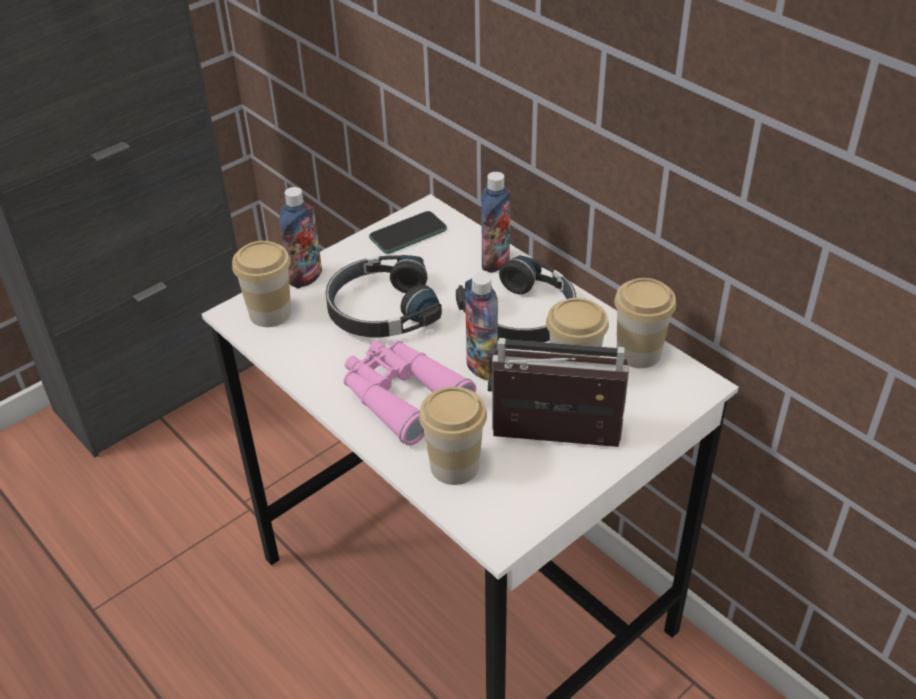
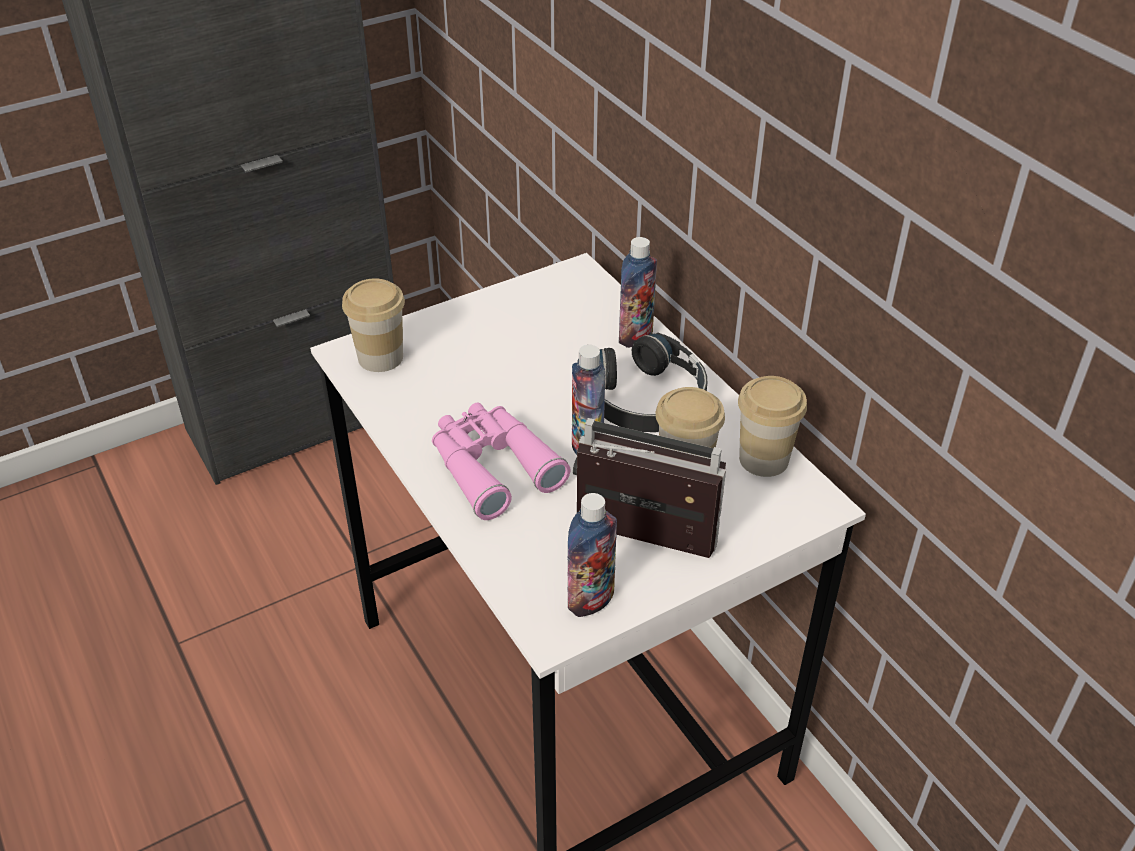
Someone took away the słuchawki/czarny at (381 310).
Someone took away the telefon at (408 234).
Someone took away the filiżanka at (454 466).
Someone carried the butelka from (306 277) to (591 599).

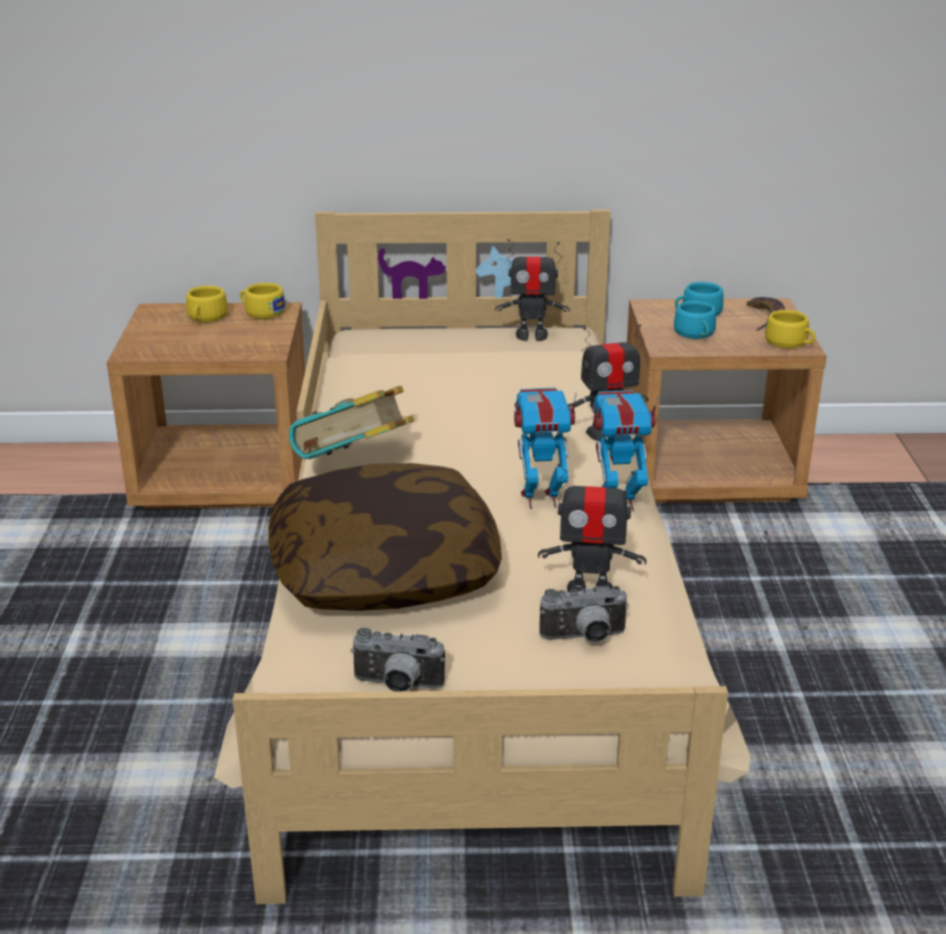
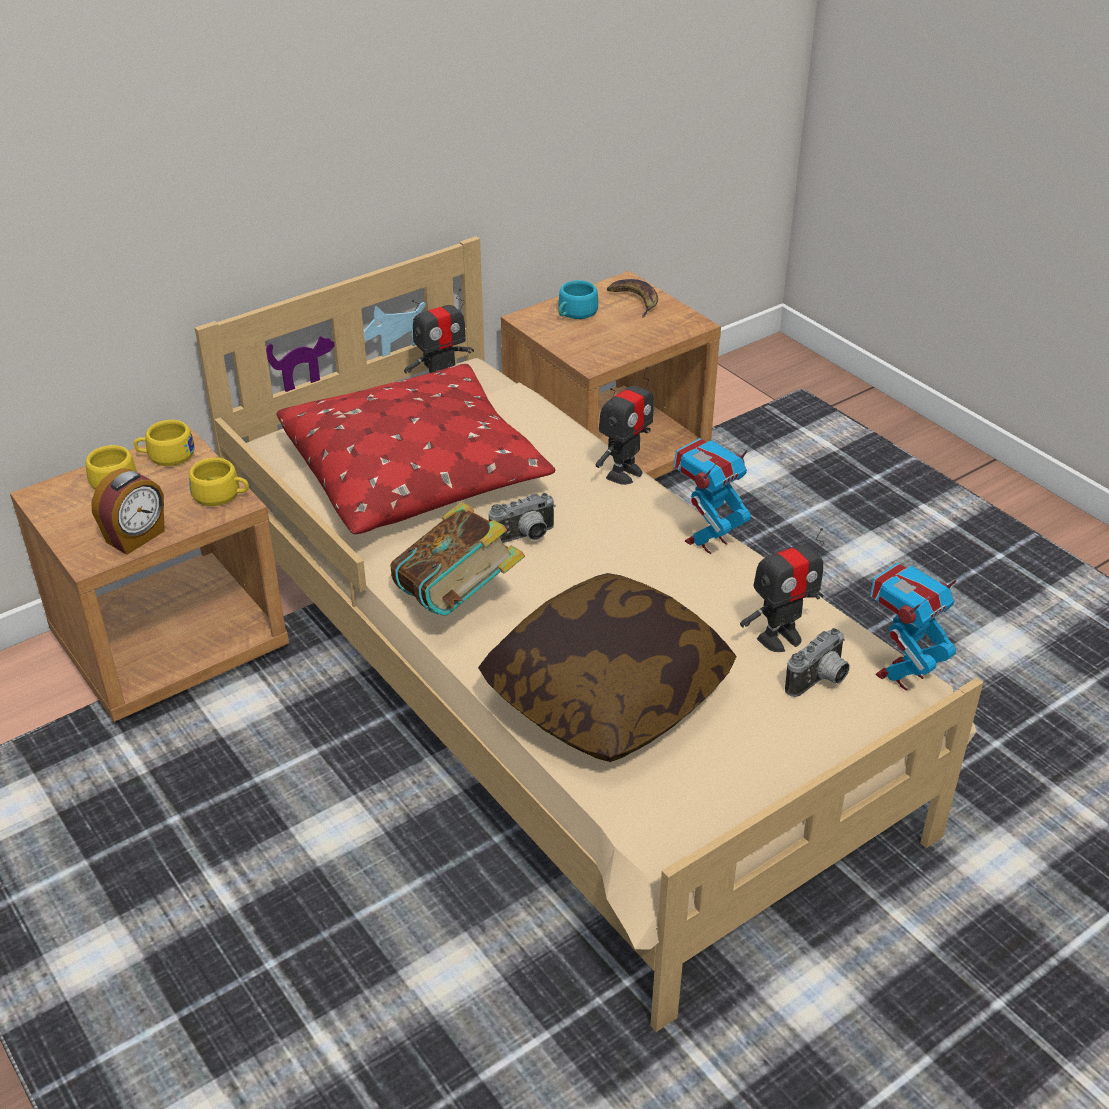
Someone took away the filiżanka/turkusowy at (696 334).
Someone put down the budzik at (136 537).
Someone put down the poduszka/czerwony at (415 471).
Someone carried the aparat fotograficzny from (397 686) to (525 537).
Someone carried the robot zabawkowy from (540 499) to (900 674).
Someone carried the filiżanka/żółty from (790 343) to (222 495).

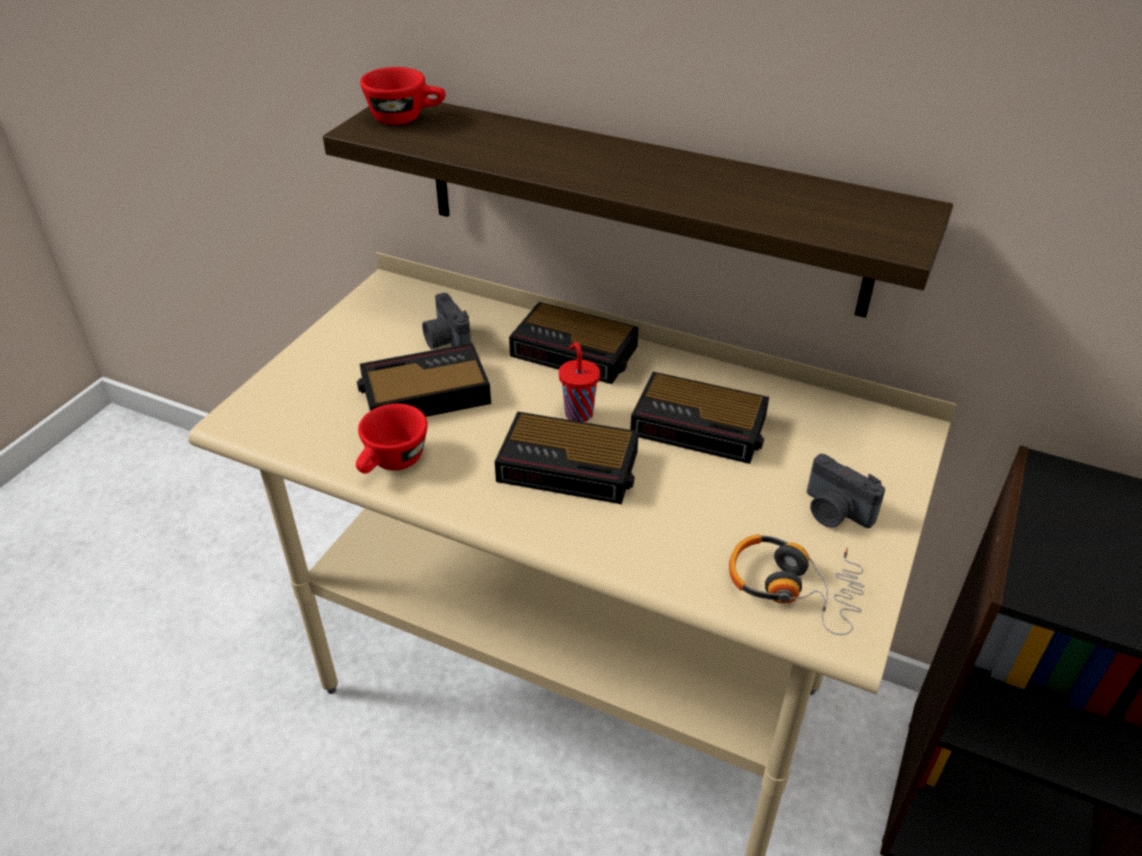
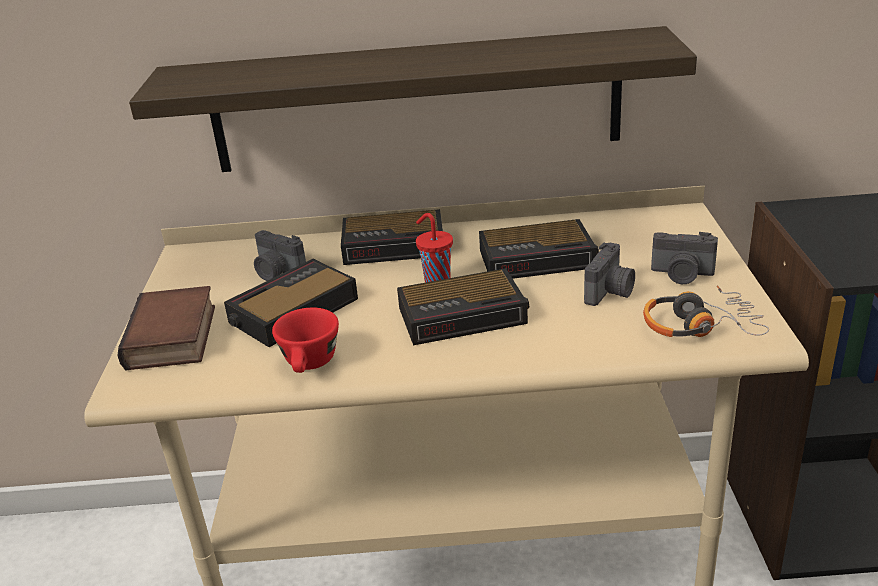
Someone took away the filiżanka/czerwony at (406 118).
Someone put down the książka at (175 338).
Someone put down the aparat fotograficzny at (610 292).

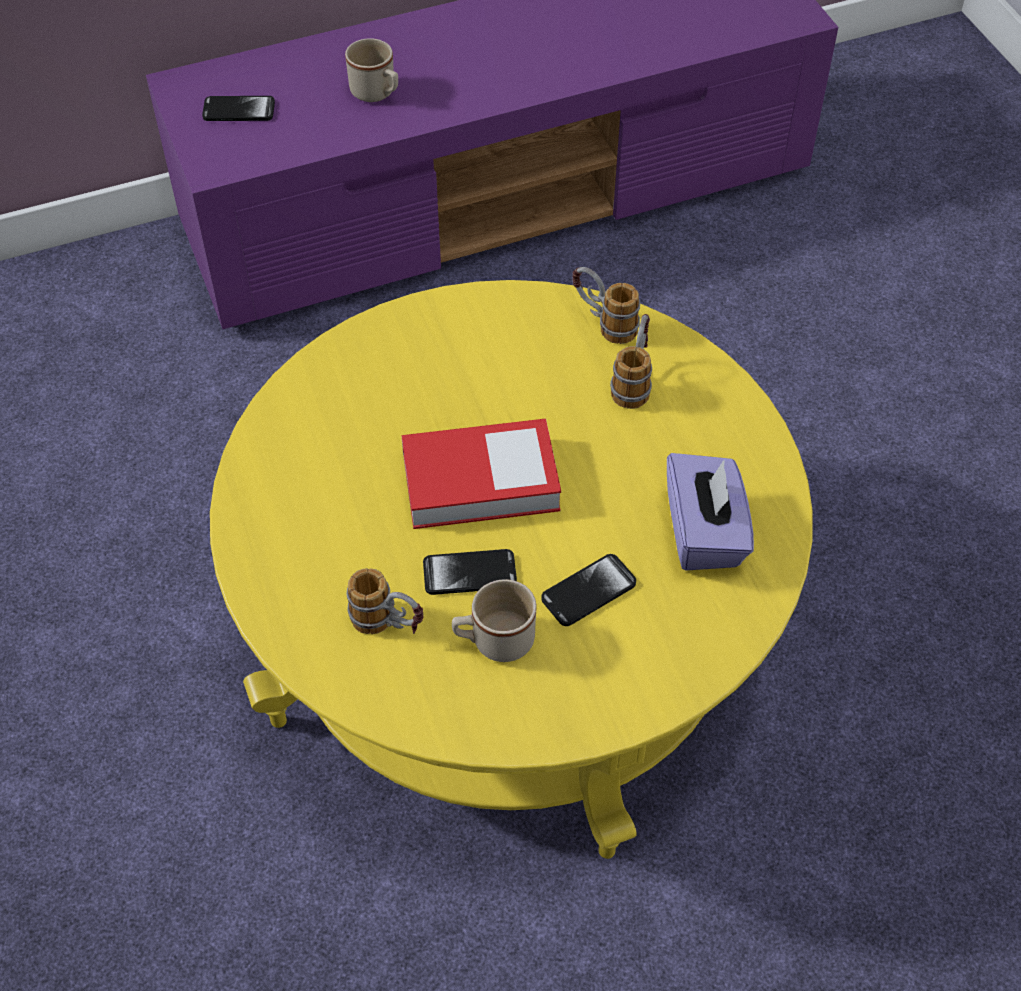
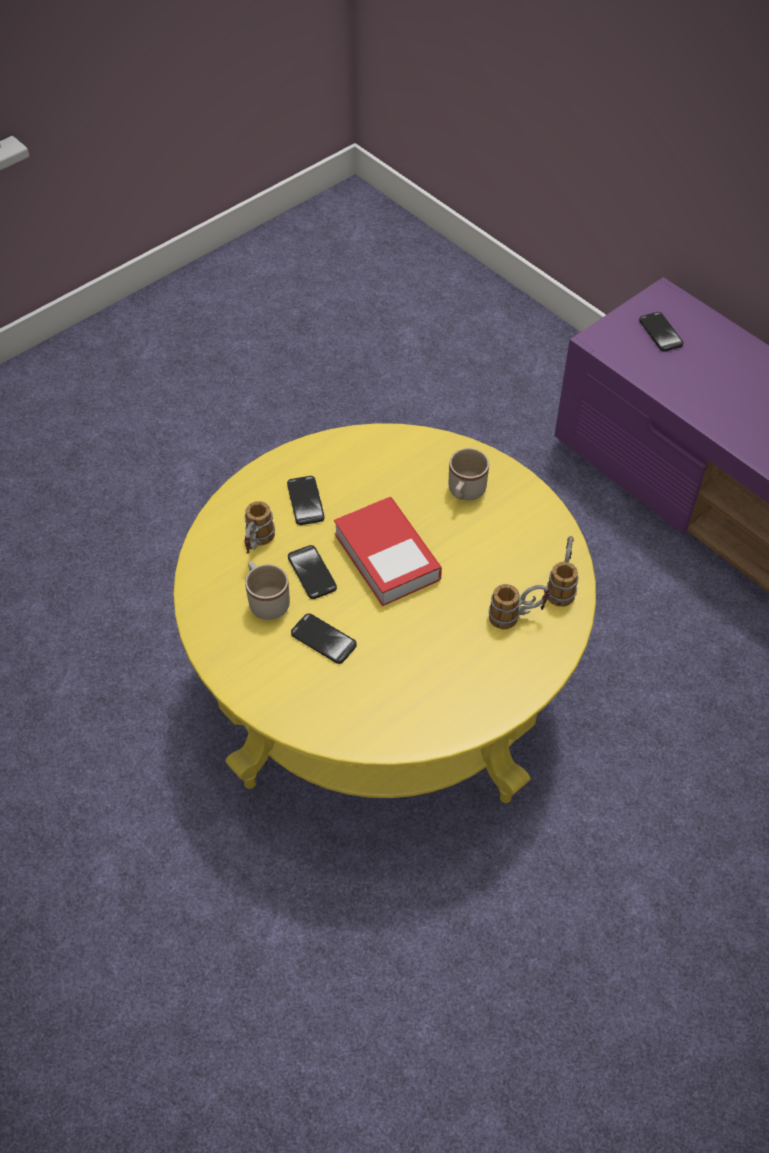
Someone took away the pudełko chusteczek/fioletowy at (704 533).
Someone put down the telefon at (305 501).
Someone carried the kubek/beżowy from (377 93) to (464 493).

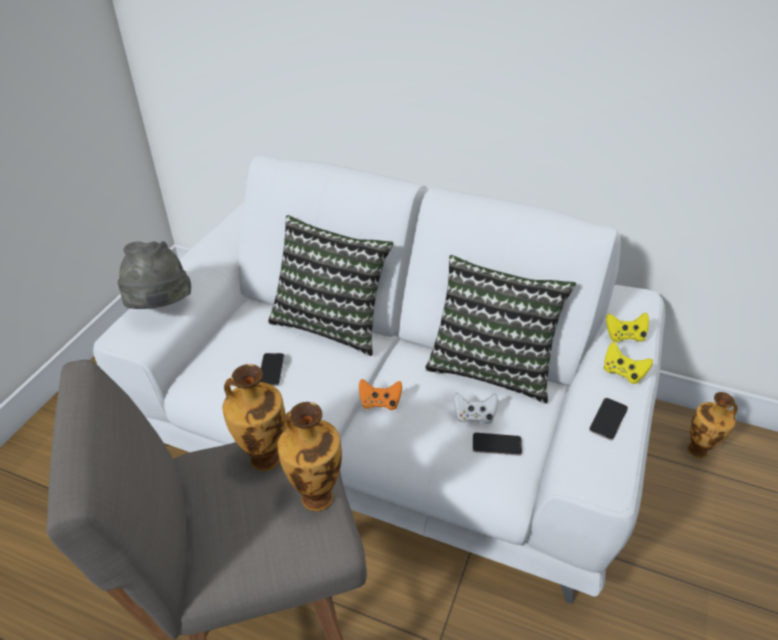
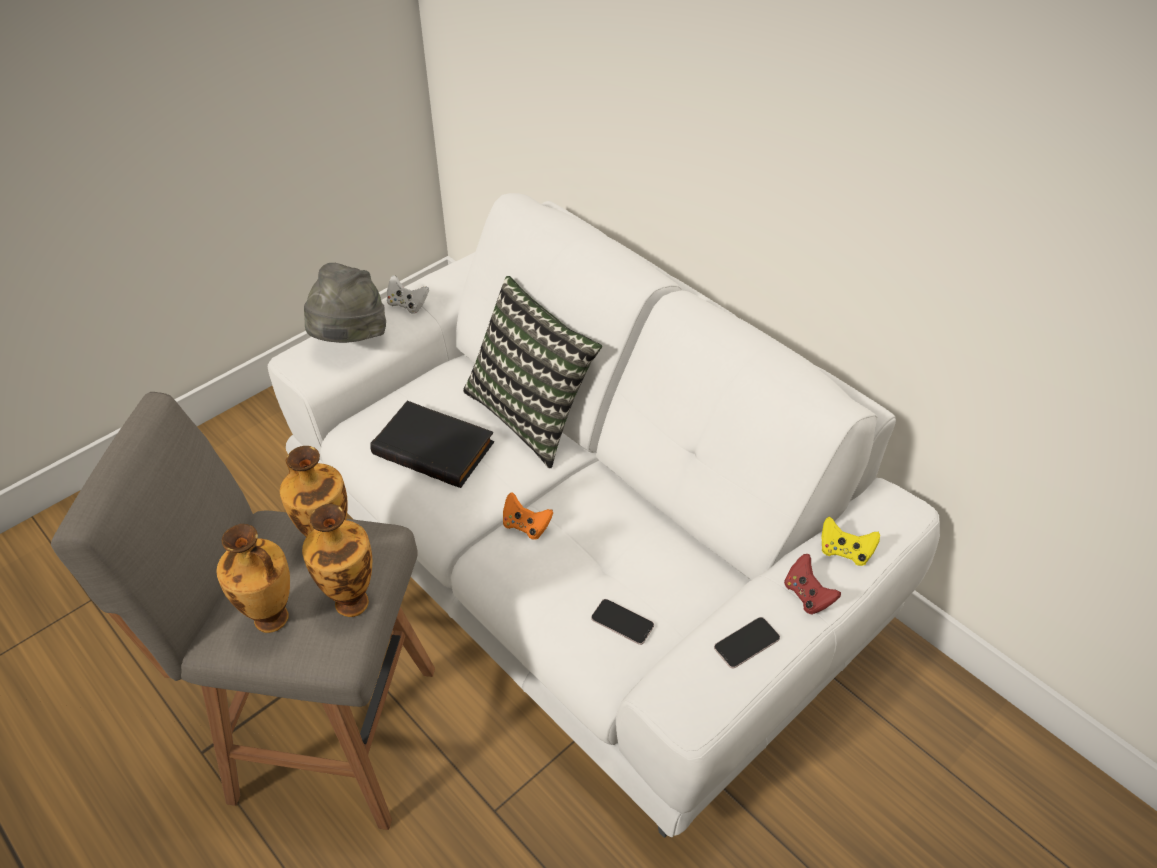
Someone took away the poduszka at (492 366).
Someone carried the pad do gier/biały from (474 416) to (407 305).
Someone carried the wazon from (699 450) to (273 620).
Someone swapped the telefon at (271 370) for the książka/czarny at (435 447).
Someone repainted the pad do gier/żółty at (623 373), which became the pad do gier/czerwony at (807 595).

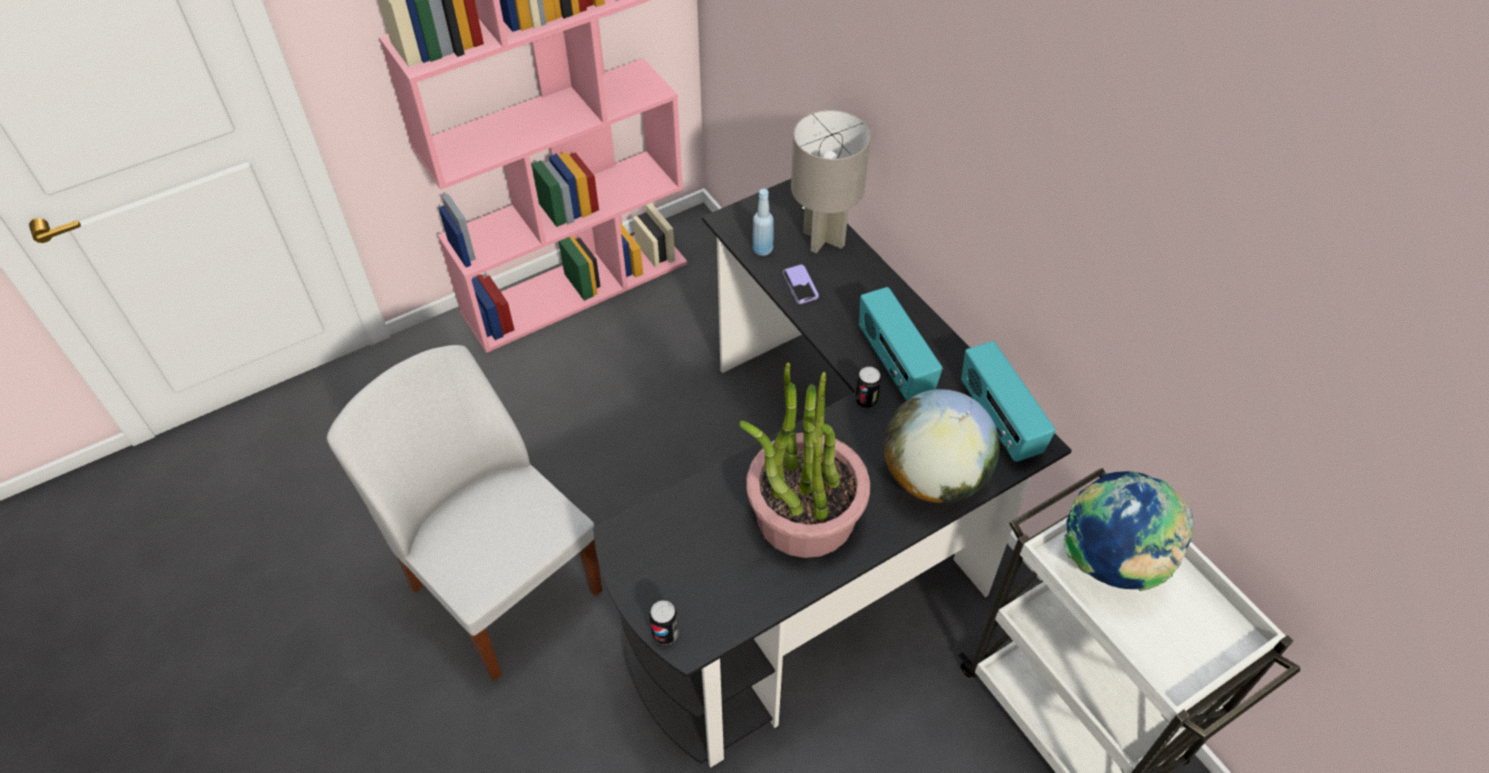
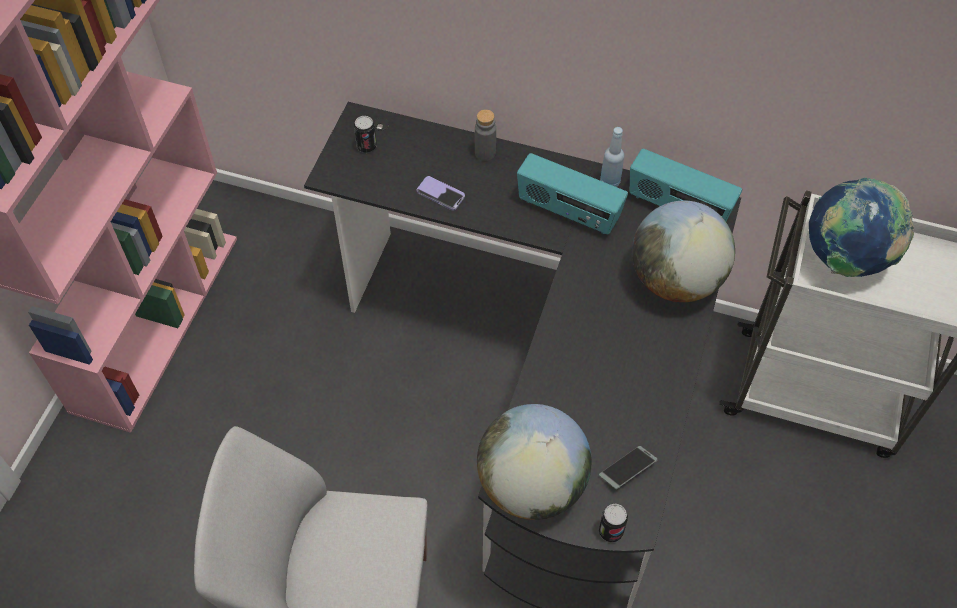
Someone took away the roślina doniczkowa at (804 515).
Someone took away the lampa stołowa/szary at (823 238).
Someone put down the butelka/szary at (485 153).
Someone put down the globus at (532 485).
Someone put down the telefon at (627 470).
Someone carried the butelka/niebieski from (762 249) to (610 182).
Someone carried the puszka from (866 400) to (366 147).

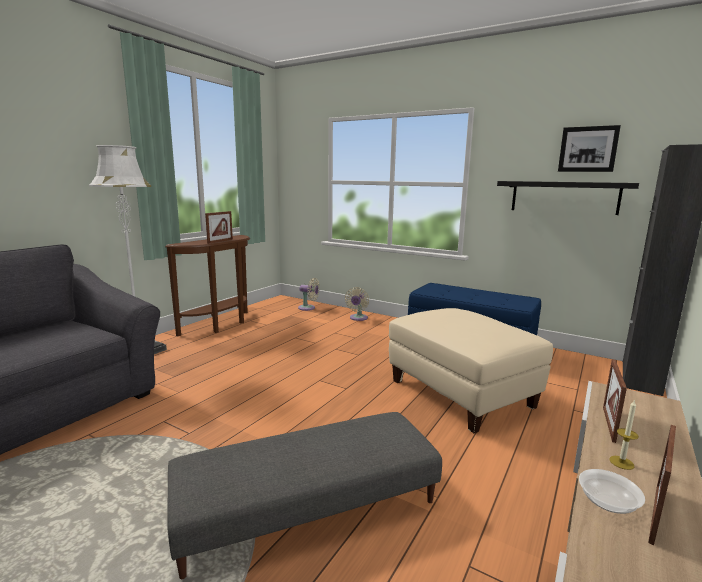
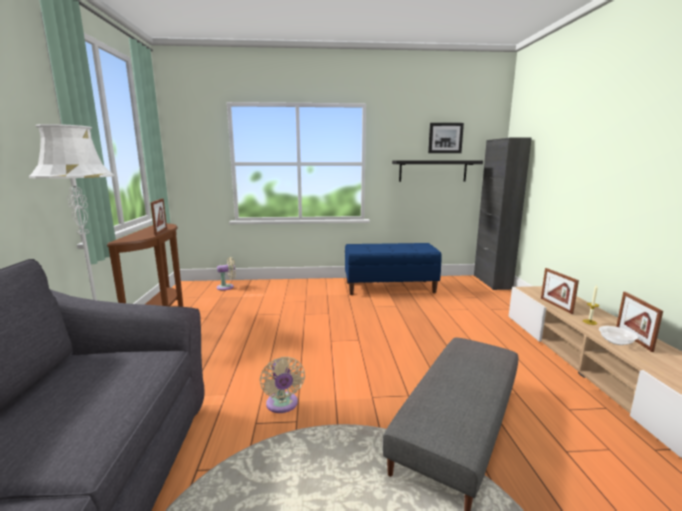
Someone took away the pufa/beżowy at (461 393).
Someone carried the wentylator/beżowy from (358 318) to (282 405).

